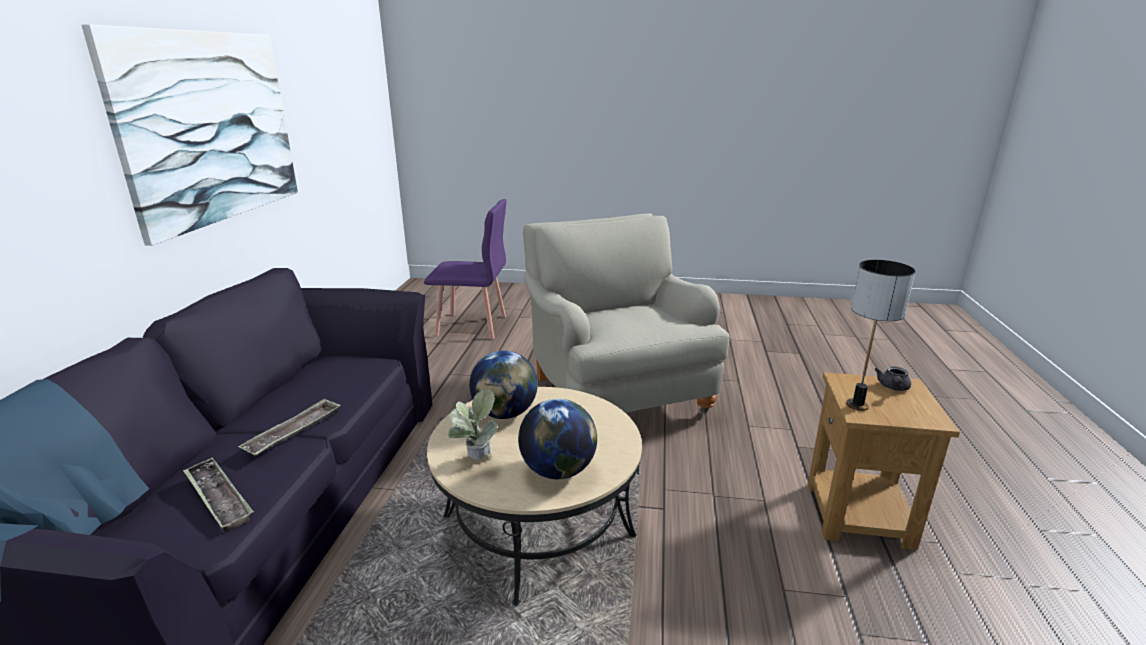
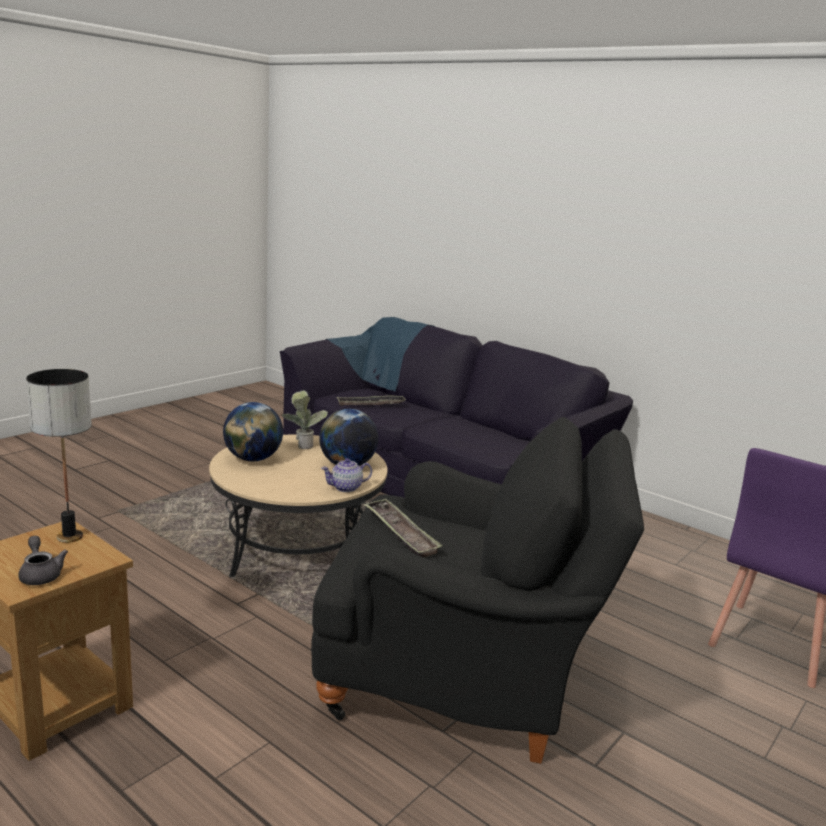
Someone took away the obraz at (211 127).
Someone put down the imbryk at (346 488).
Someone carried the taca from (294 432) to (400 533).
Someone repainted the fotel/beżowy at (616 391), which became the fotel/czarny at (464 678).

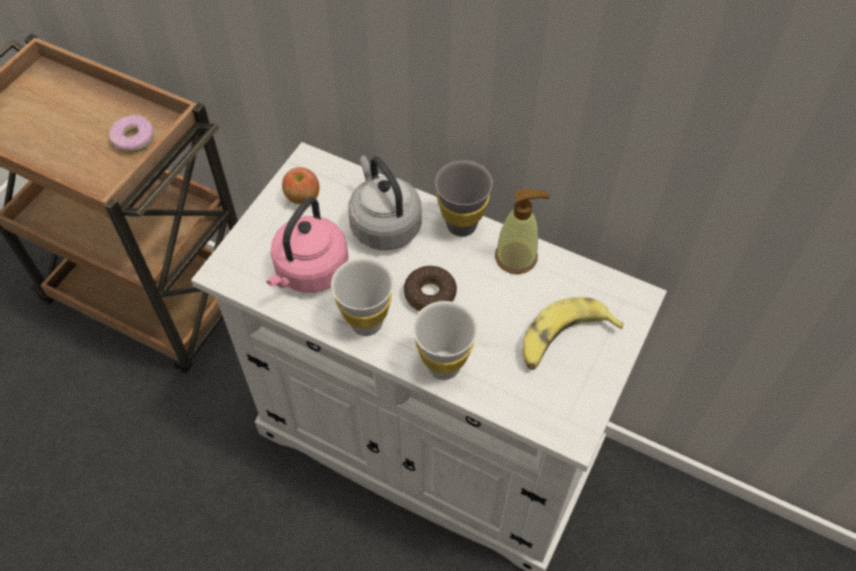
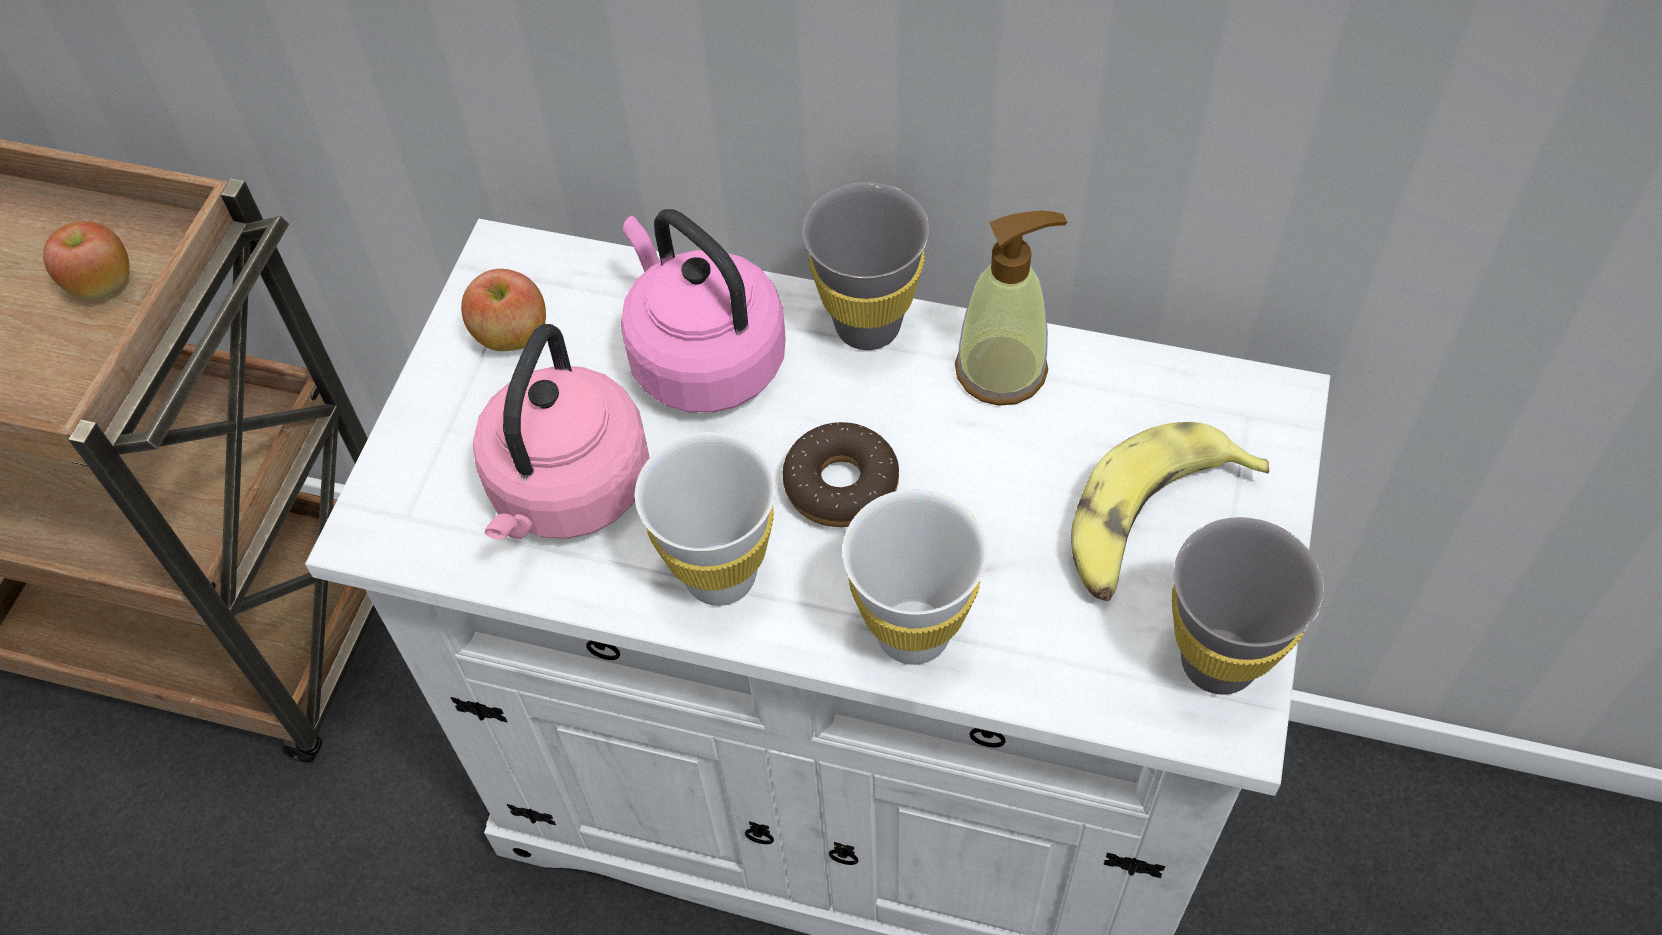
Someone put down the filiżanka/szary at (1218 662).
Someone swapped the donut at (133 139) for the jabłko at (102 285).
Someone repainted the czajnik/szary at (384 224), which became the czajnik/różowy at (702 358).

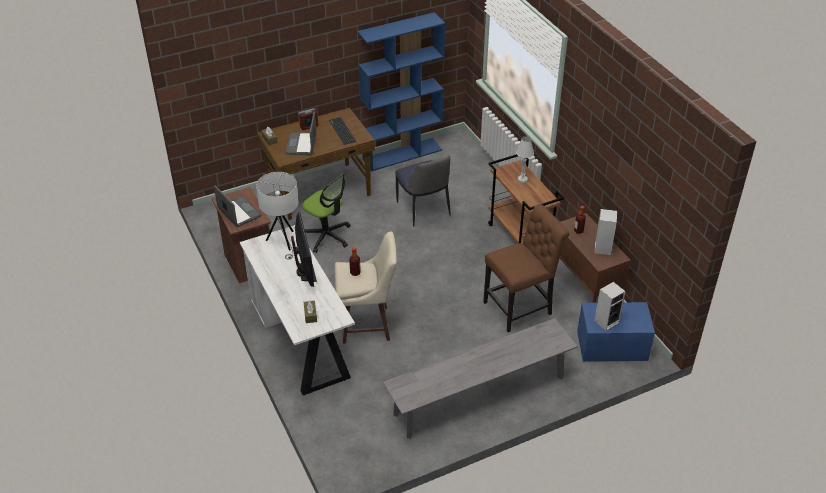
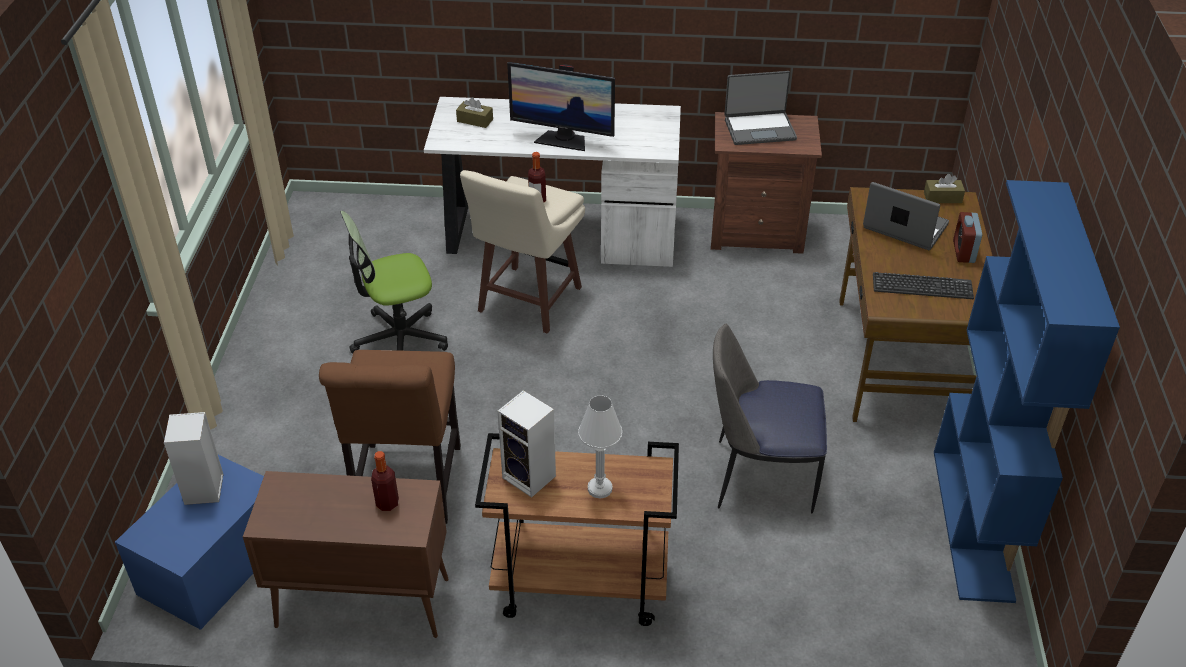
Someone took away the lampa stołowa/biały at (283 242).
Someone took away the ławka/szary at (479 395).
Someone carried the krzesło biurowe from (327 236) to (399 340).
Someone carried the głośnik from (602 247) to (531 477).

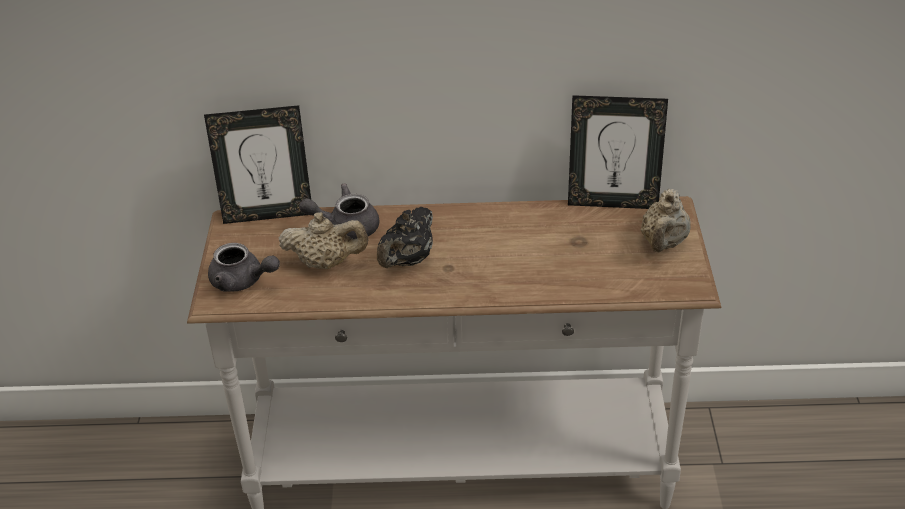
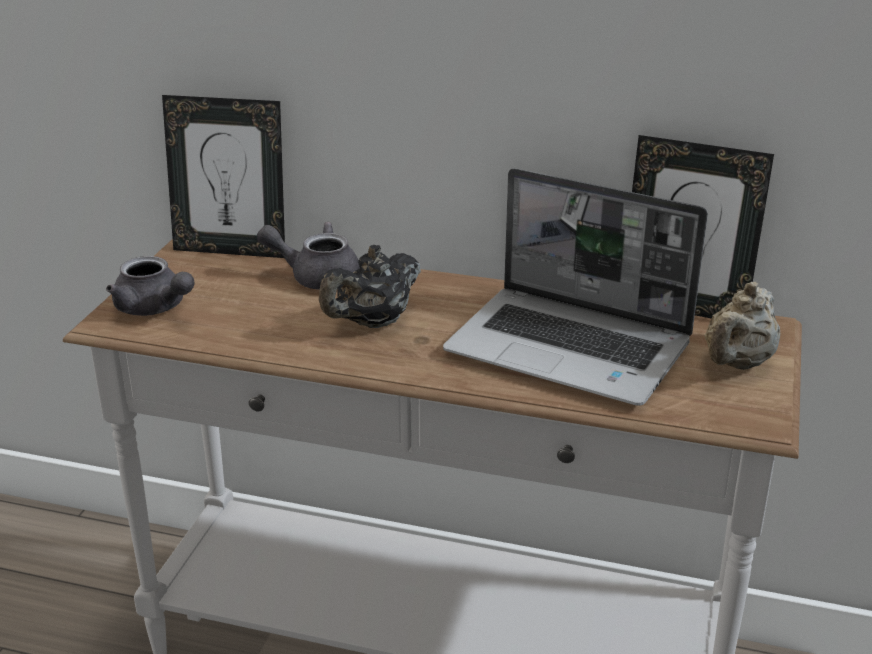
Someone took away the imbryk/beżowy at (326 263).
Someone put down the laptop at (572 349).

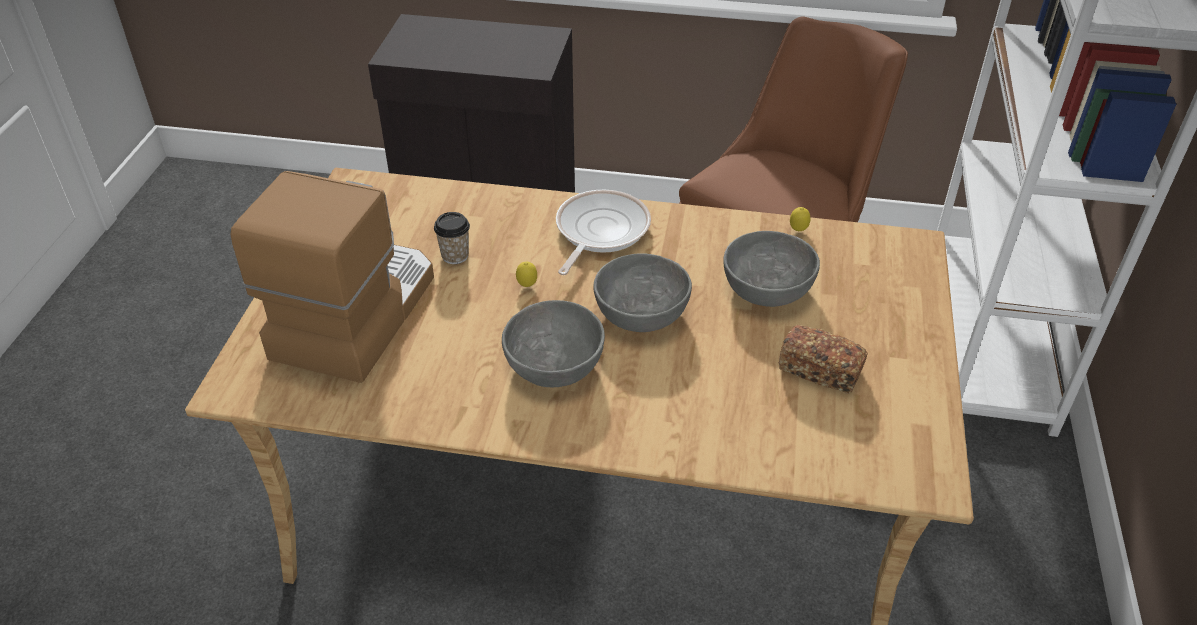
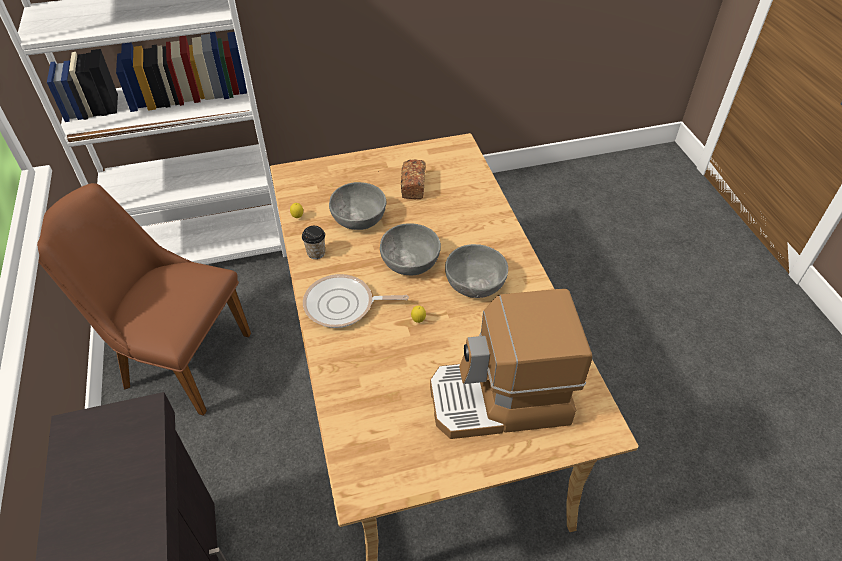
Someone carried the filiżanka from (455 256) to (316 253).

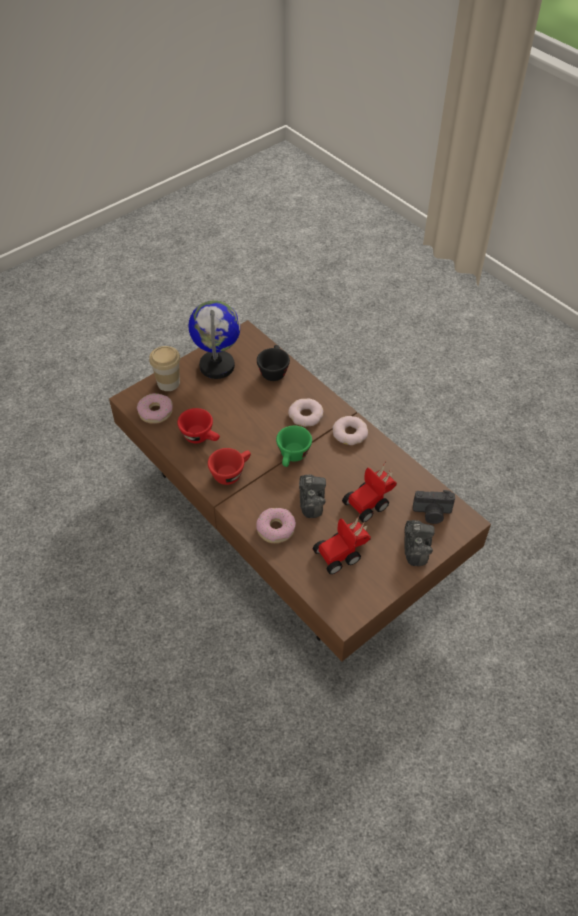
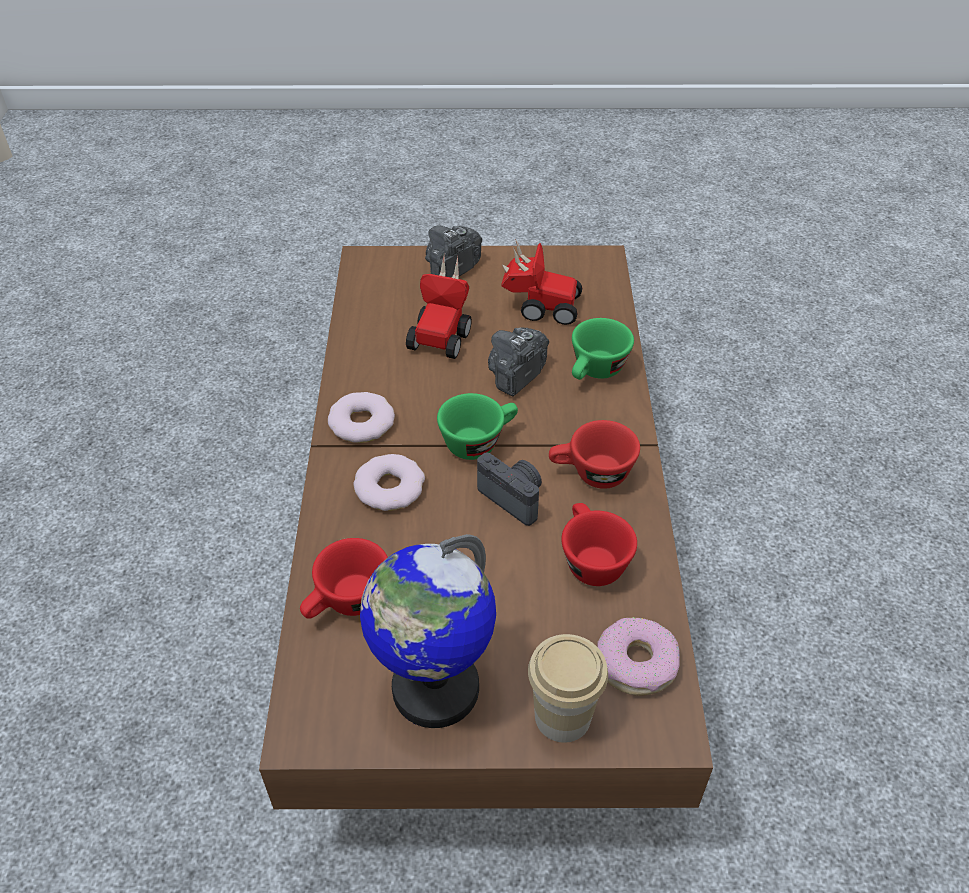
Someone carried the aparat fotograficzny from (432 514) to (514 497).
Someone swapped the donut at (276 528) for the filiżanka/zielony at (595 372).
Someone repainted the filiżanka/czarny at (273 370), which became the filiżanka/czerwony at (347 603).
Someone rotated the samochodzik at (370 502) by 105 degrees clockwise.

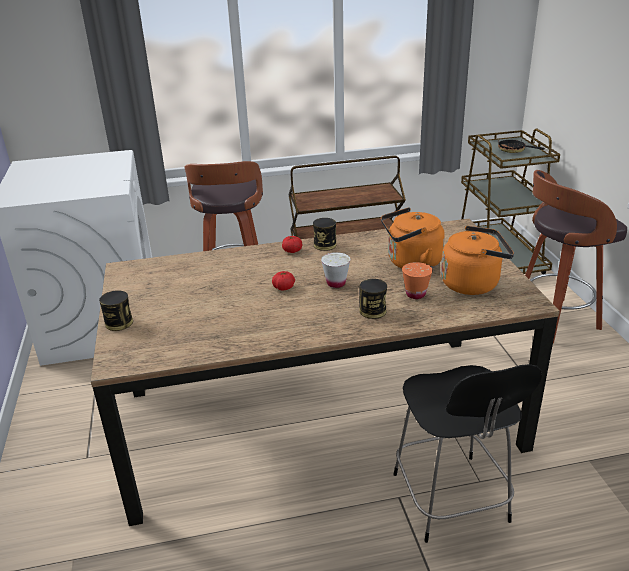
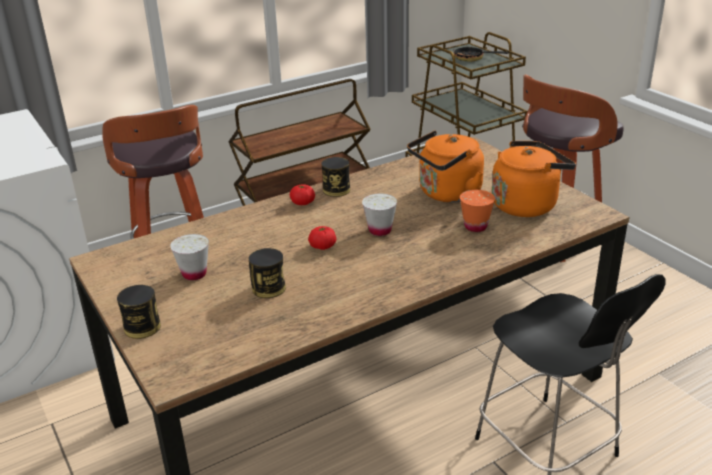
Someone put down the filiżanka/biały at (194 274).
Someone carried the puszka from (372 311) to (268 288).

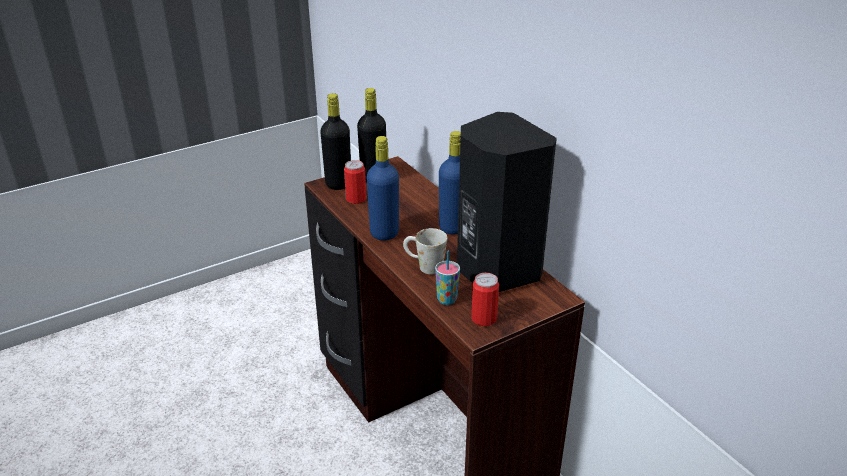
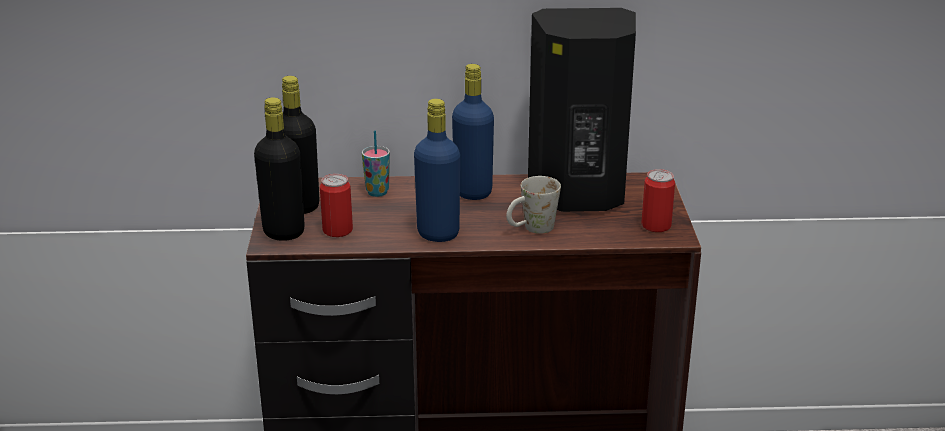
Someone carried the filiżanka from (447 300) to (377 192).

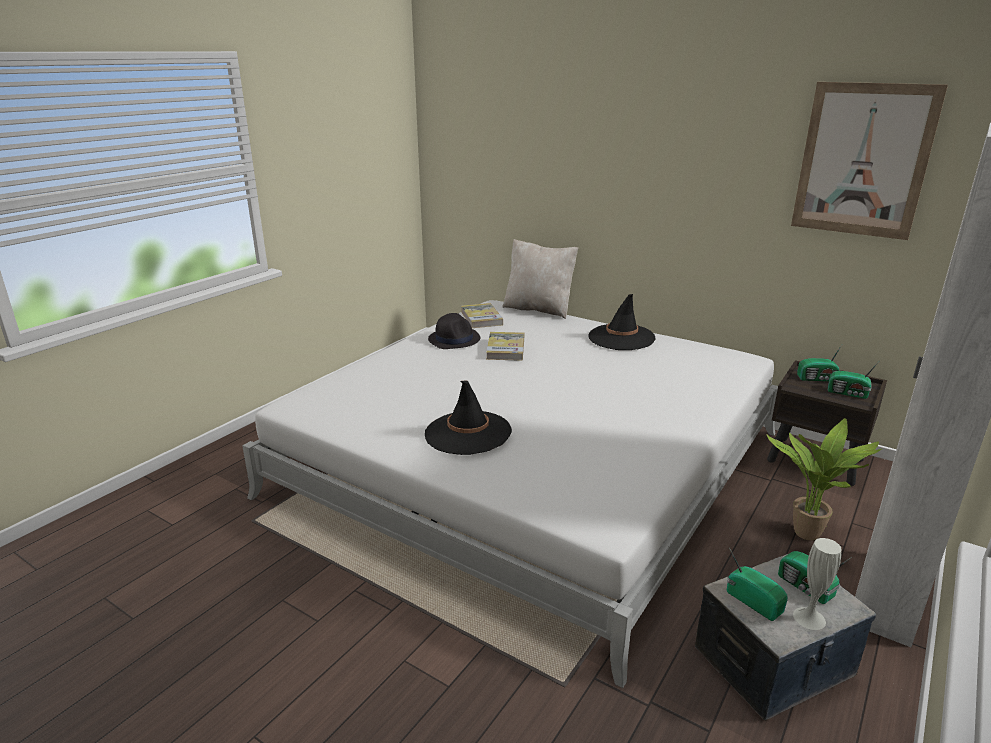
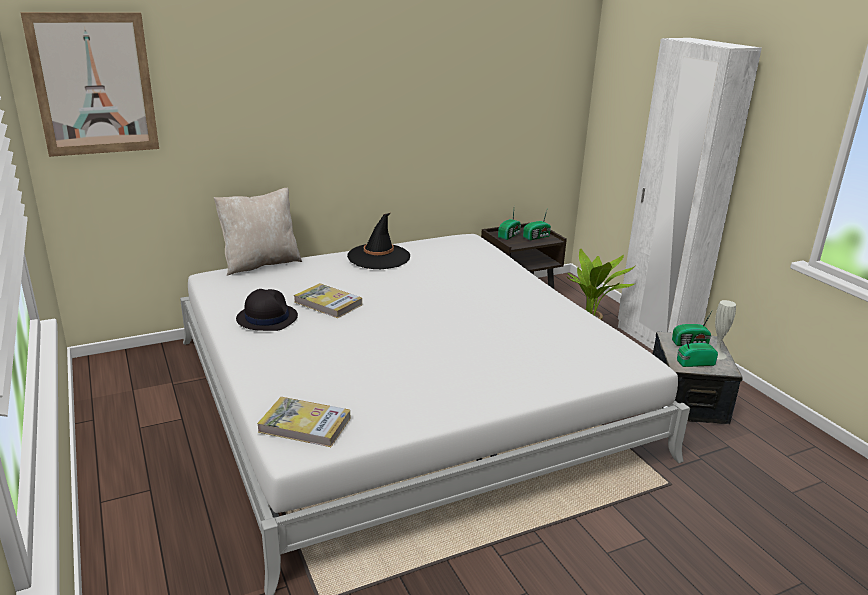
Someone took away the kapelusz/czarny at (467 433).
Someone carried the książka from (481 318) to (305 425).
Someone carried the obraz from (863 160) to (94 84).

